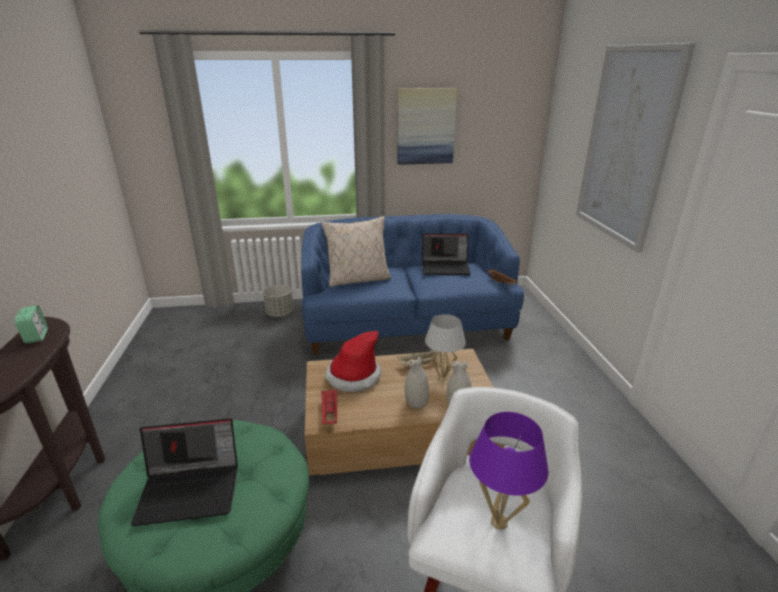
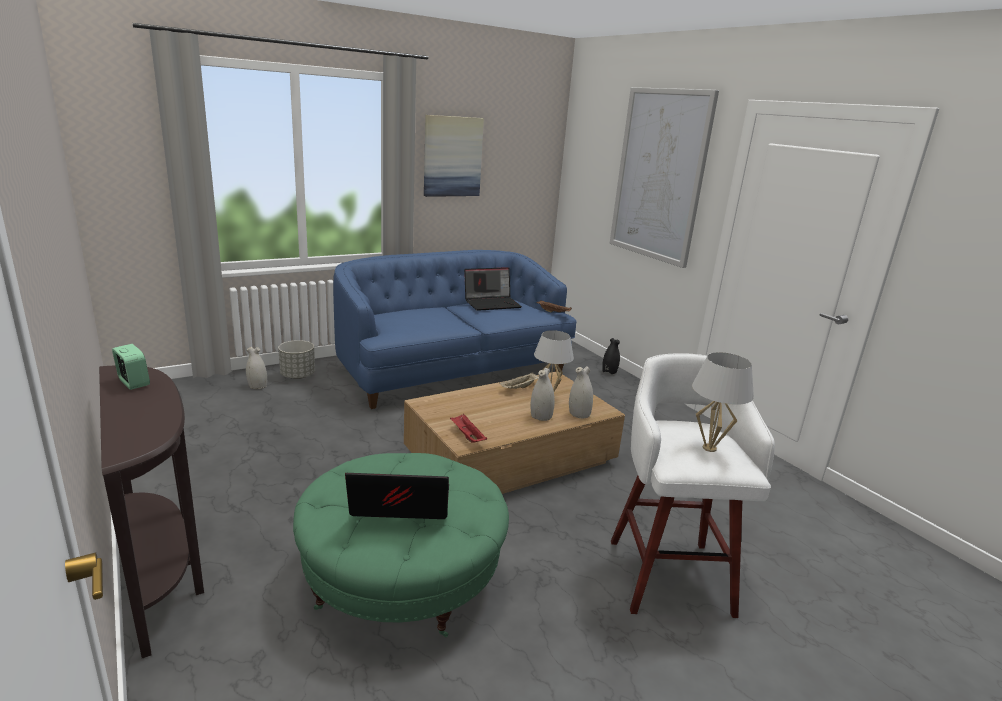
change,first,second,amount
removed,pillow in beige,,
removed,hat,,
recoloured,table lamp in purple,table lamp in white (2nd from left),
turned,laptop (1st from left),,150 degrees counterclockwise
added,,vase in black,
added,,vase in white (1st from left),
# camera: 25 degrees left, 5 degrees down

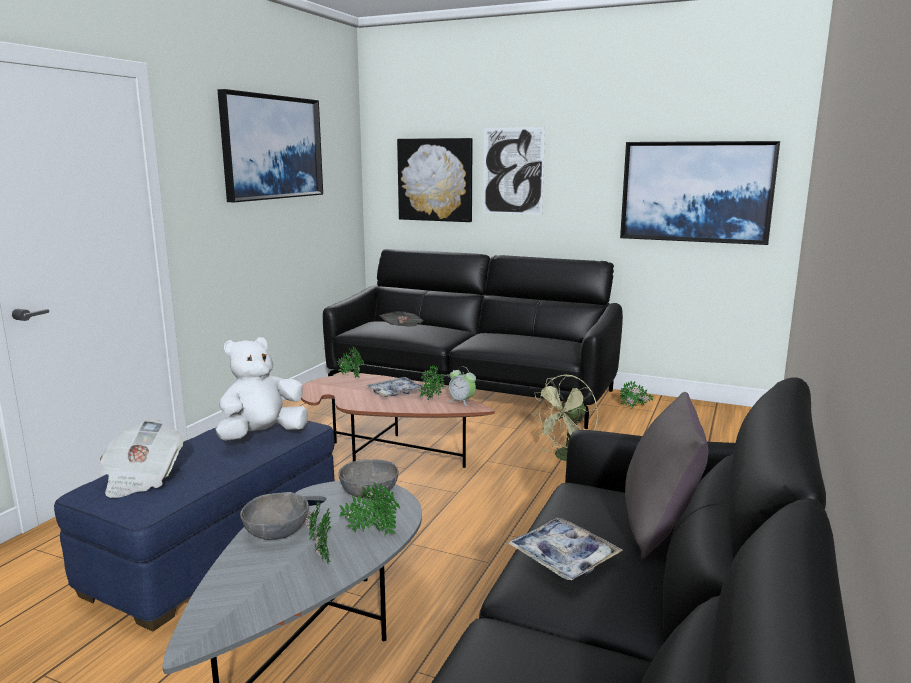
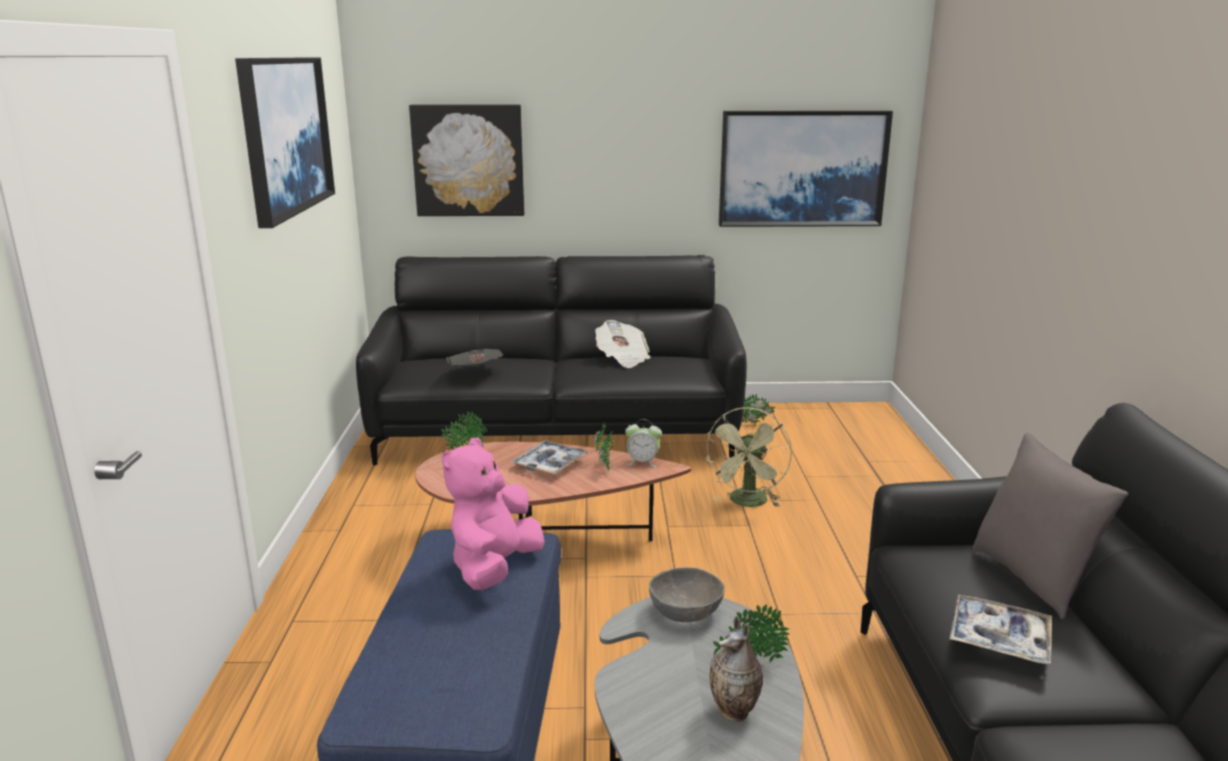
change,first,second,amount
removed,picture (3rd from left),,
recoloured,plush toy in white,plush toy in pink,
moved,newspaper (1st from left in the first image),newspaper (2nd from left),
removed,bowl in grey (1st from left),,
replaced,potted plant (1st from left),vase,
# camera: 25 degrees left, 5 degrees up

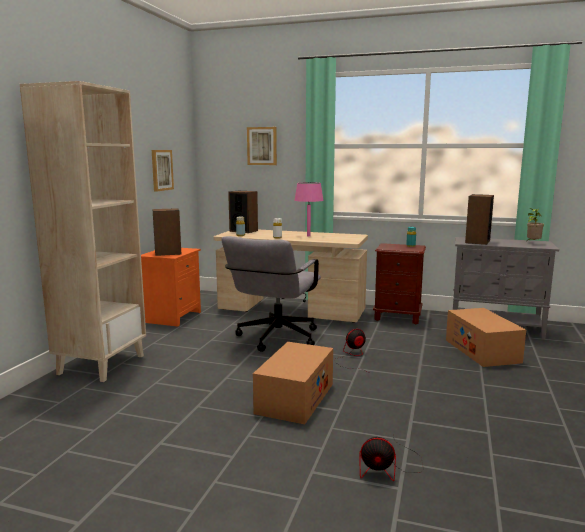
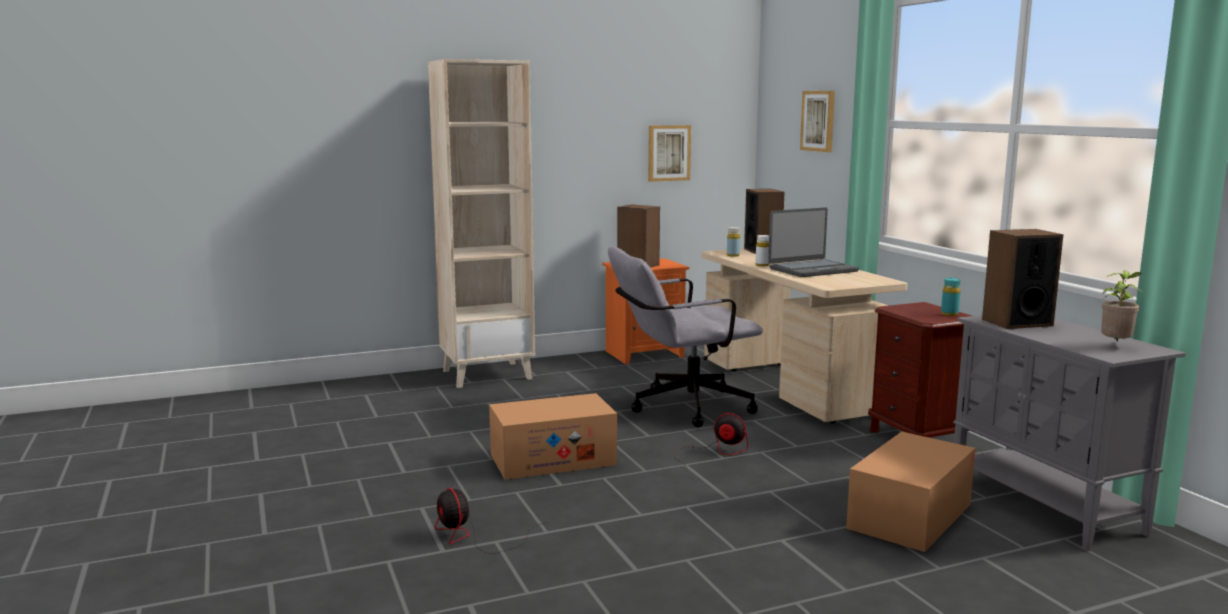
change,first,second,amount
replaced,table lamp in pink,laptop,
# camera: 50 degrees right, 0 degrees up

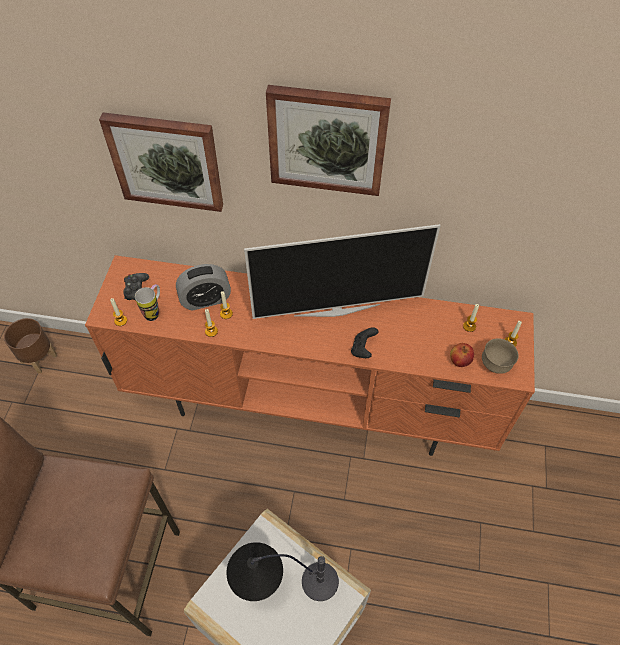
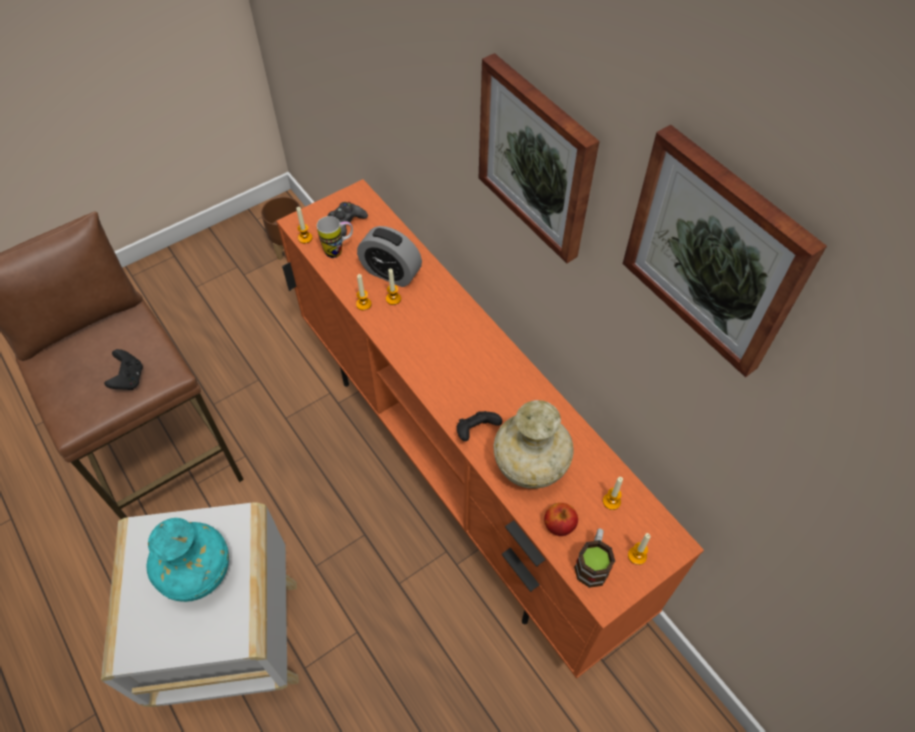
change,first,second,amount
moved,picture (1st from left in the first image),picture (2nd from left),
removed,television,,
replaced,bowl in brown,mug (2nd from left),
replaced,table lamp,vase in turquoise,
added,,game controller in black (1st from left),
added,,vase in beige,
# camera: 45 degrees right, 0 degrees up

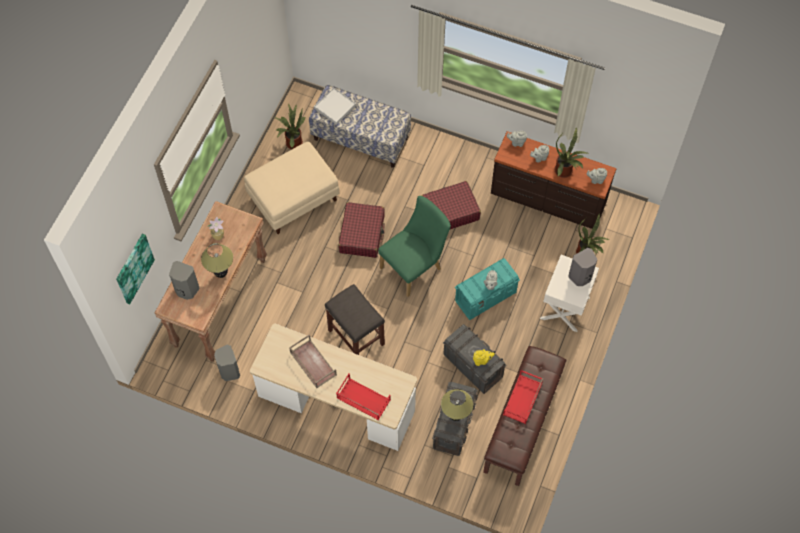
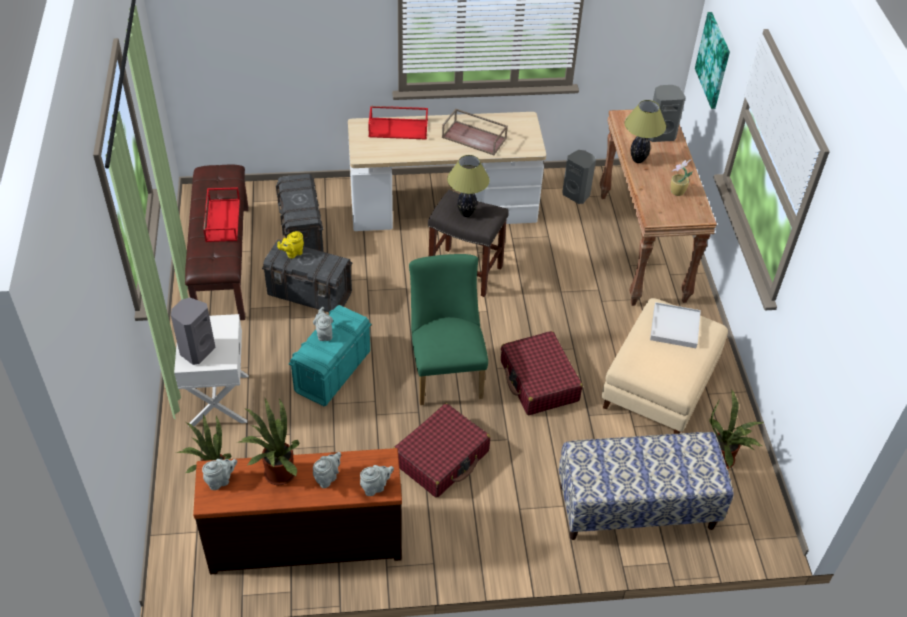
change,first,second,amount
moved,tray in white,,
turned,chair in green,,150 degrees clockwise
moved,table lamp (2nd from left in the first image),table lamp (1st from left),
# camera: 150 degrees right, 15 degrees down

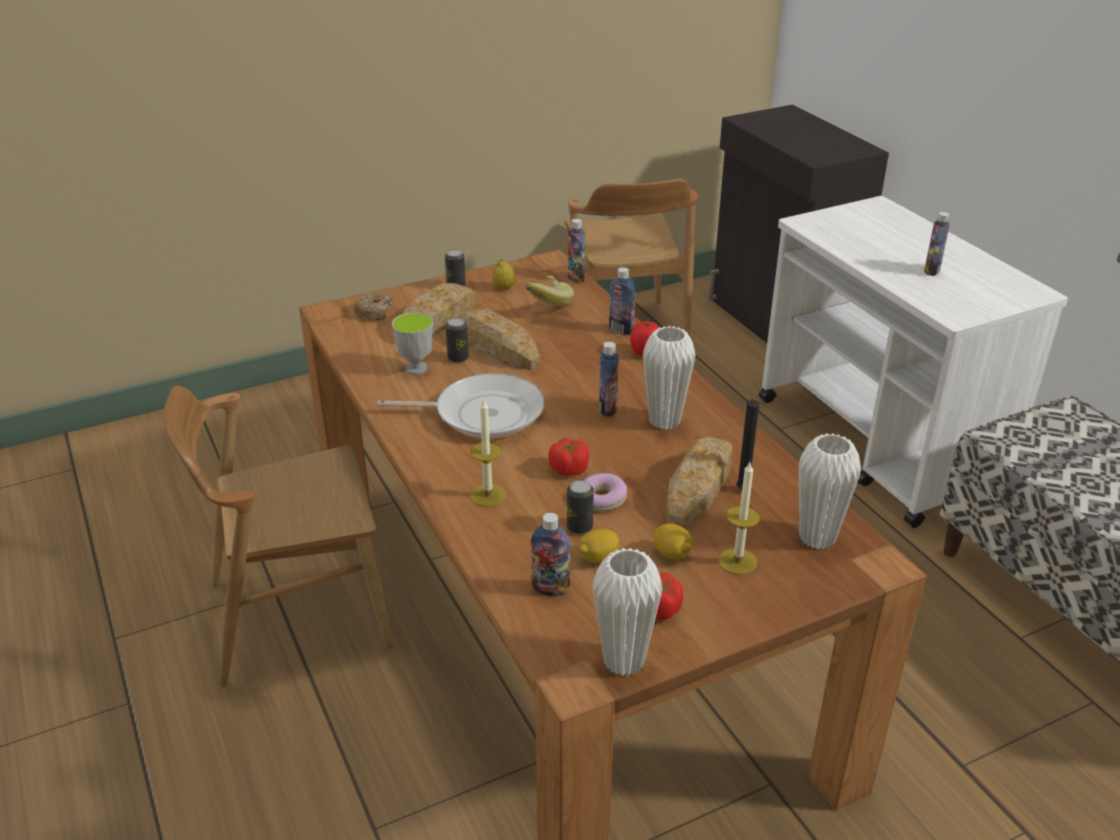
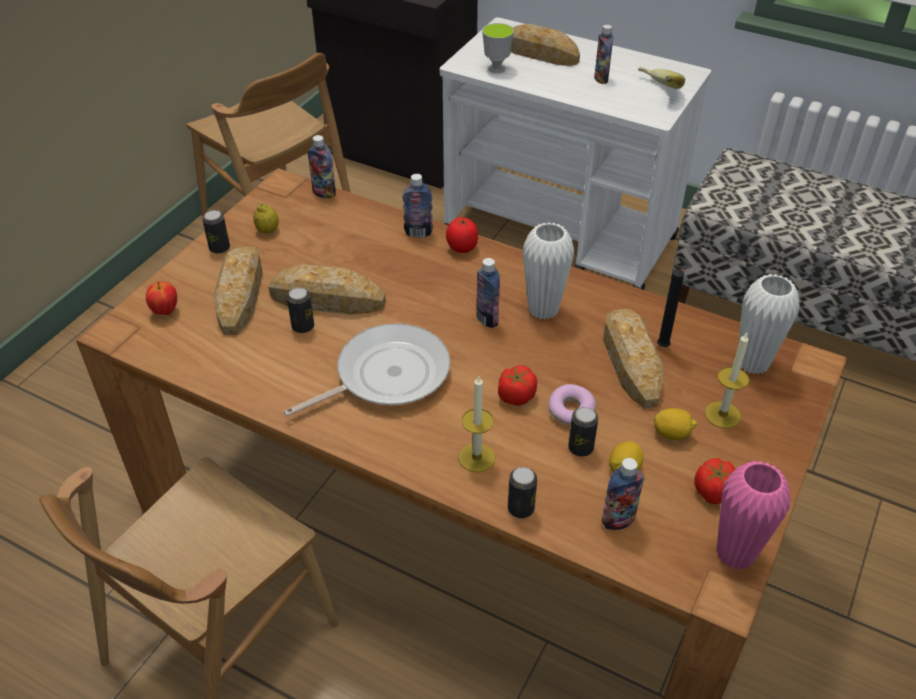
change,first,second,amount
moved,banana,,
replaced,donut (1st from left),apple,
moved,cup,,
recoloured,vase in white (1st from left),vase in pink,
added,,bread (3rd from left),
added,,can (3rd from left),
# camera: 35 degrees left, 10 degrees up

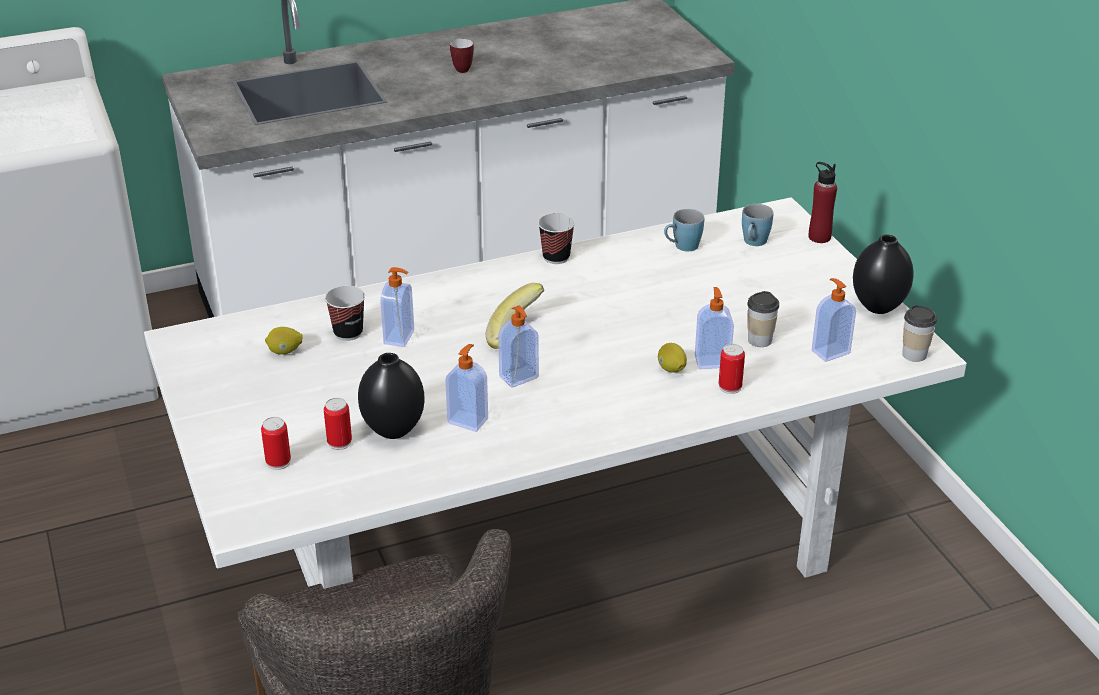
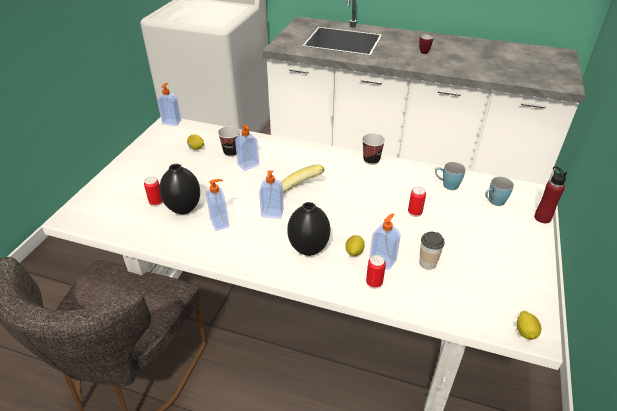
change,first,second,amount
moved,vase in black (2nd from left),,
moved,soap dispenser (5th from left in the first image),soap dispenser (1st from left),
replaced,cup (4th from left),lemon (3rd from left),
moved,can (1st from left in the first image),can (3rd from left),
# camera: 40 degrees right, 5 degrees up

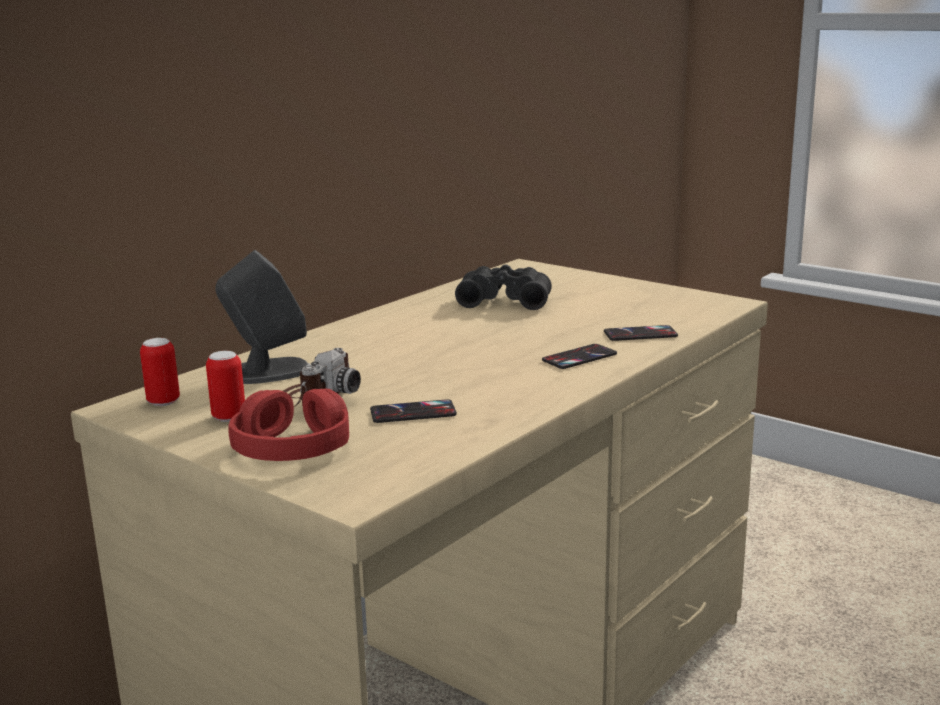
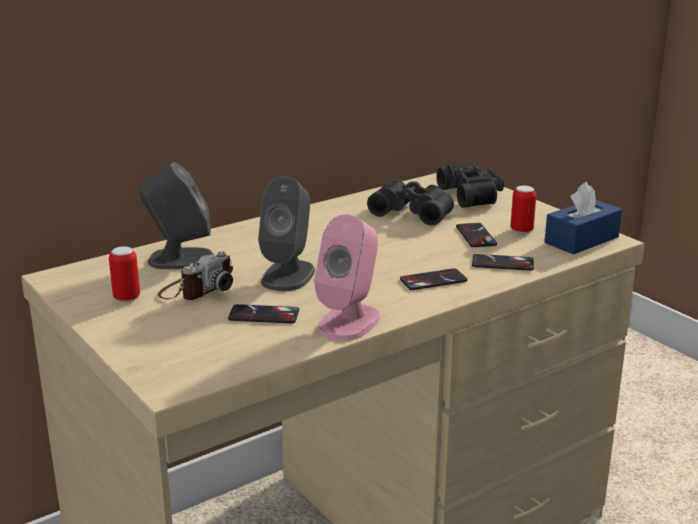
change,first,second,amount
moved,can (1st from left in the first image),can (2nd from left),
removed,headphones in red,,
added,,binoculars in black (2nd from left),
added,,speaker in grey (2nd from left),
added,,tissue box in blue,
added,,speaker in pink,
added,,phone (3rd from left),
# camera: 15 degrees right, 5 degrees up

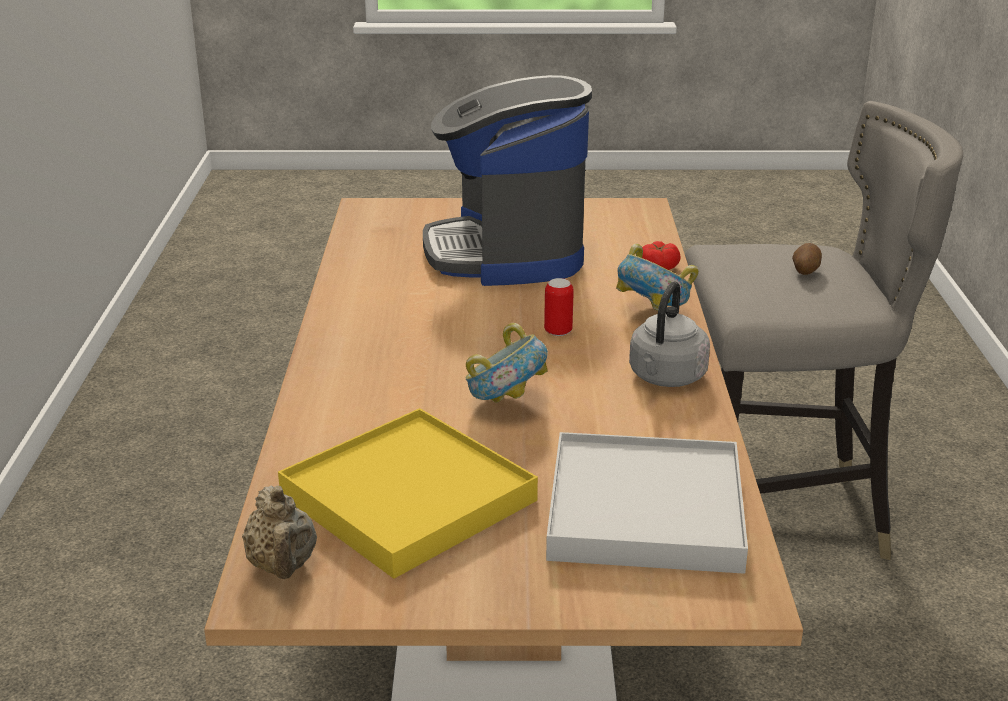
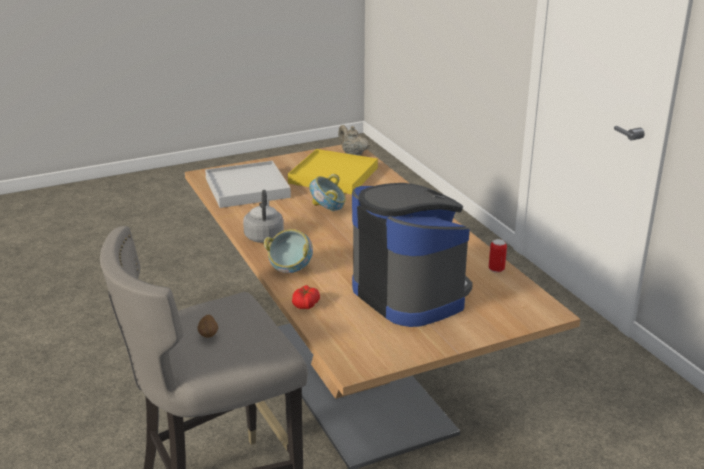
change,first,second,amount
moved,can,,
# camera: 155 degrees right, 0 degrees up

